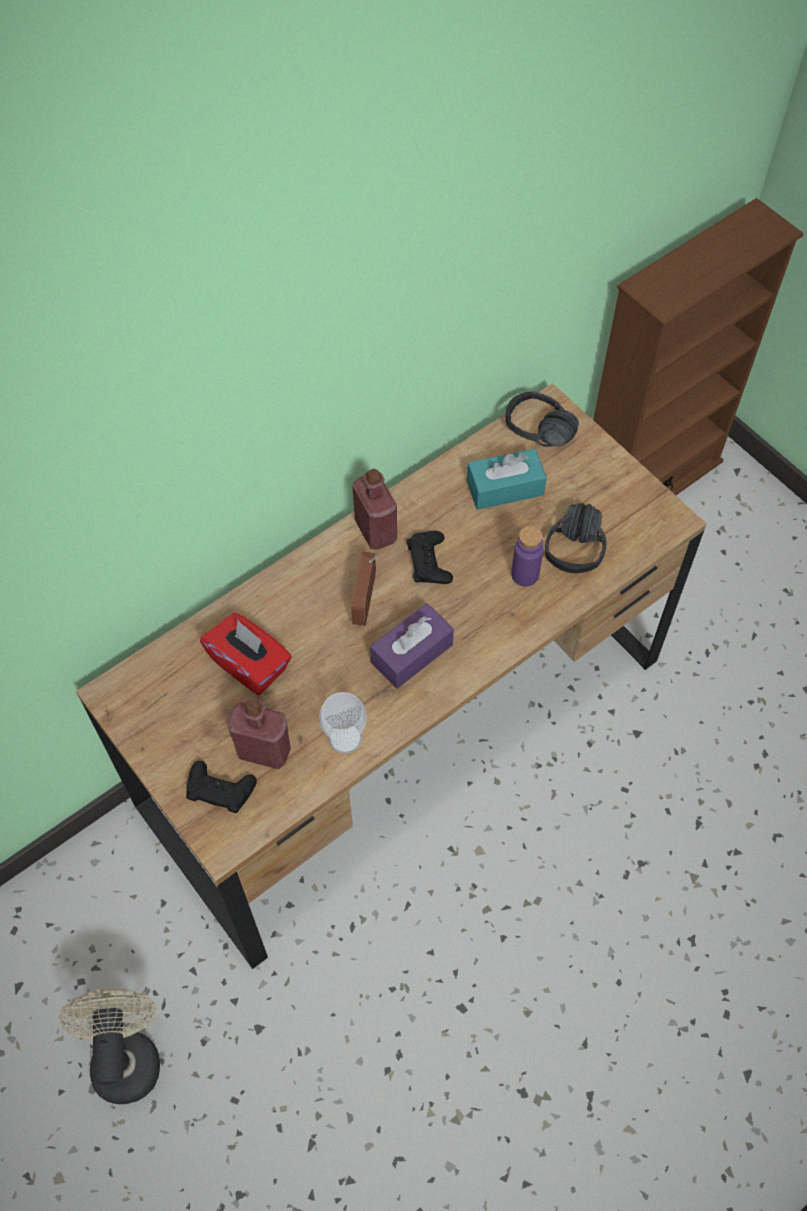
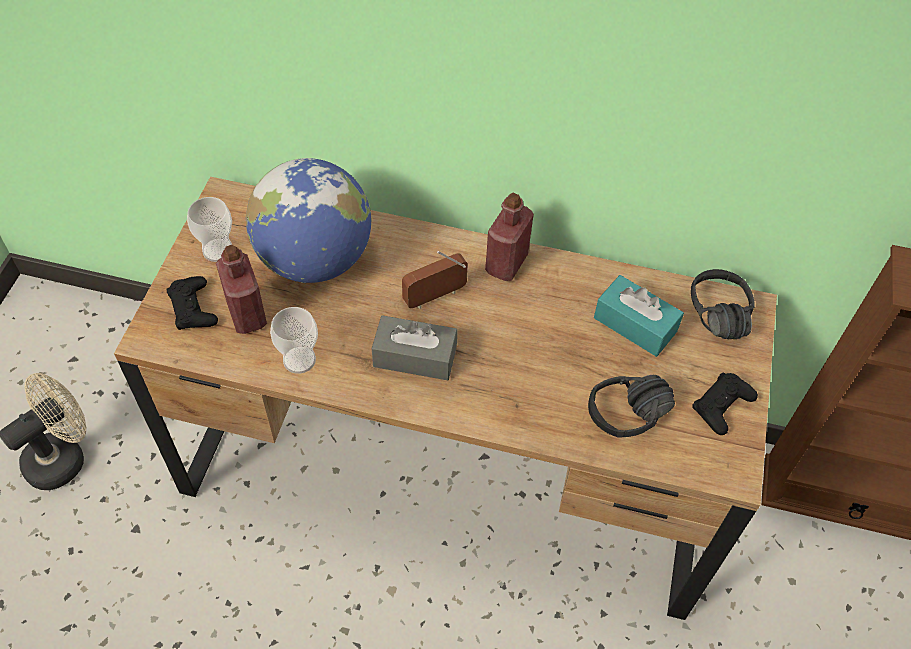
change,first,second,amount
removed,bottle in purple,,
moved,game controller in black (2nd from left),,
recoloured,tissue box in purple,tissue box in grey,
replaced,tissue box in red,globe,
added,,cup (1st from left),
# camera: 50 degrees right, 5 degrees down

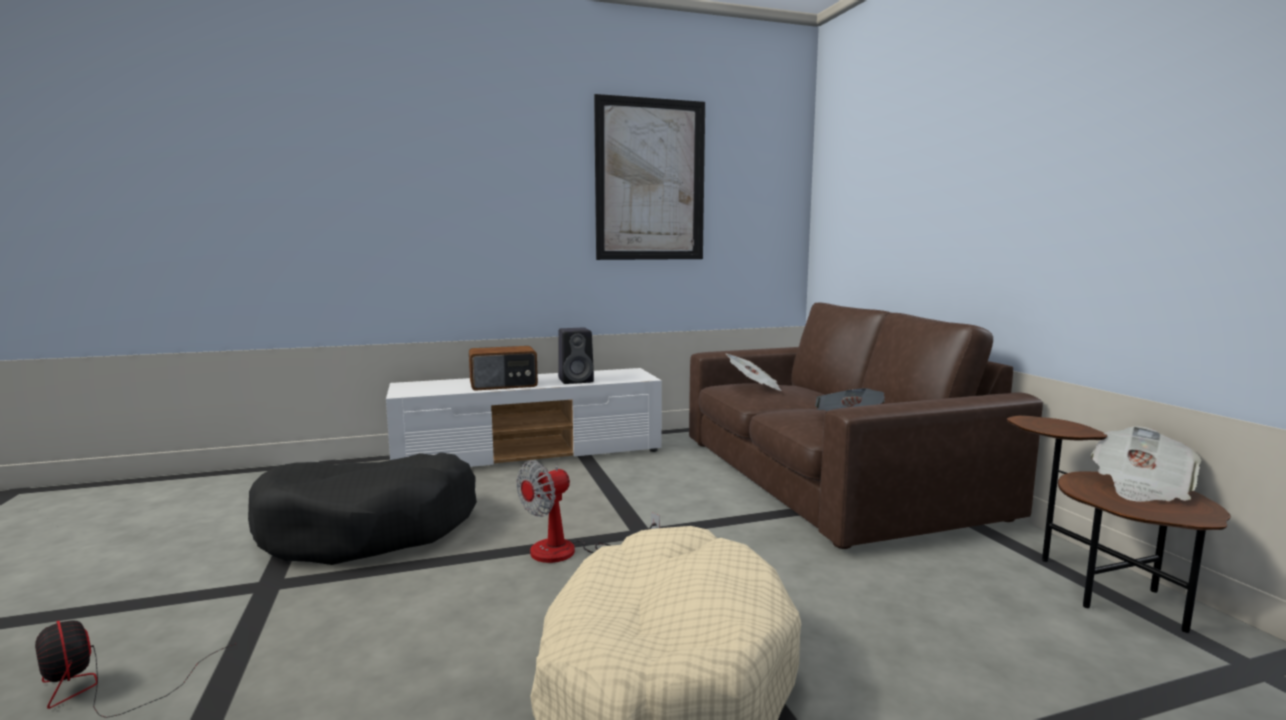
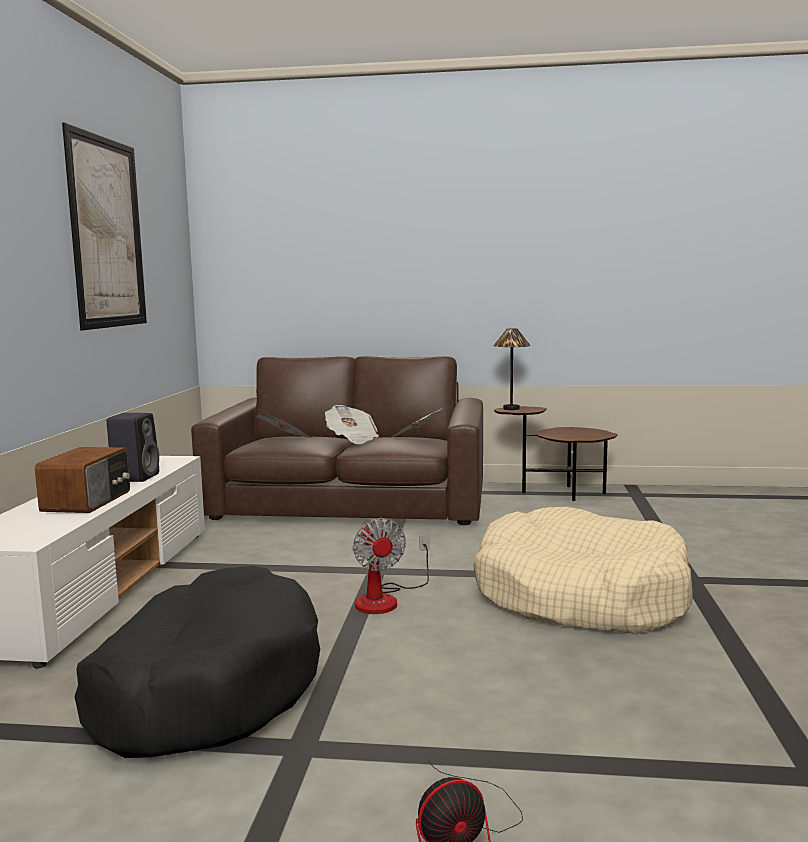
change,first,second,amount
moved,newspaper (3rd from left in the first image),newspaper (2nd from left),
added,,table lamp,
# camera: 65 degrees left, 0 degrees up

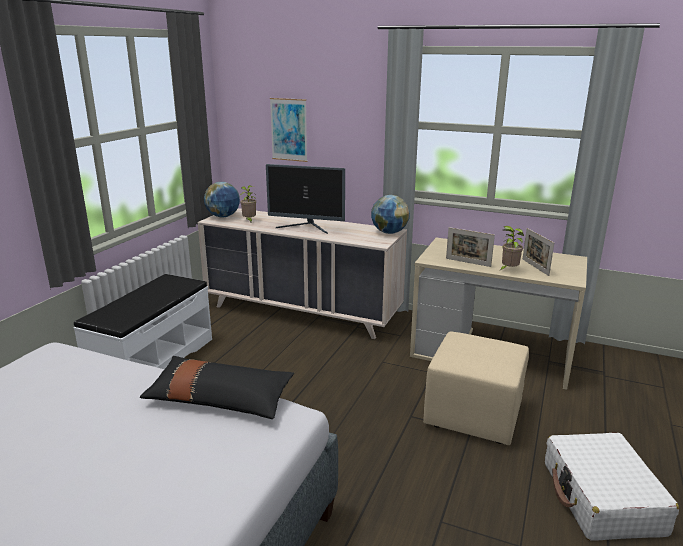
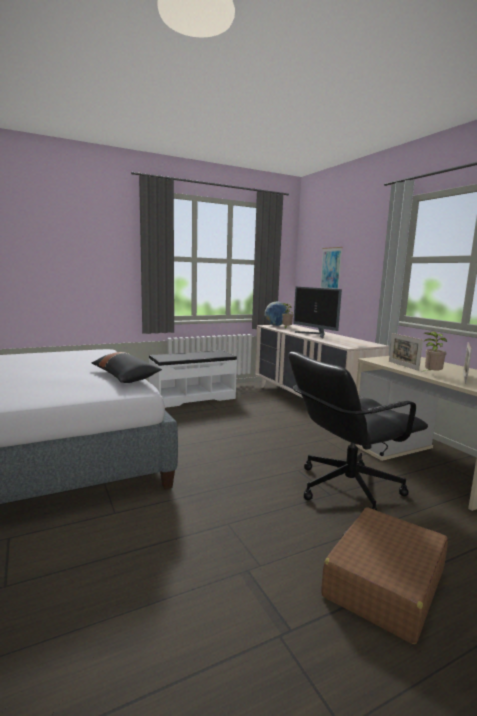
change,first,second,amount
removed,globe (2nd from left),,
replaced,ottoman in beige,office chair in black,
recoloured,suitcase in white,suitcase in brown,
# camera: 40 degrees right, 10 degrees down

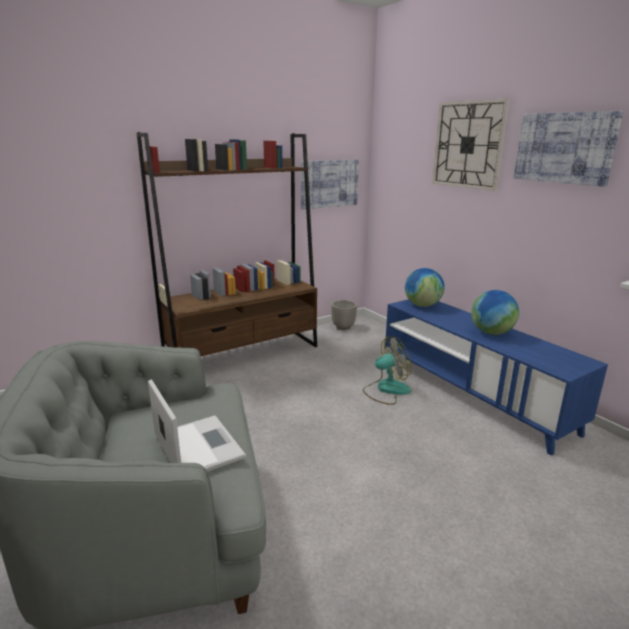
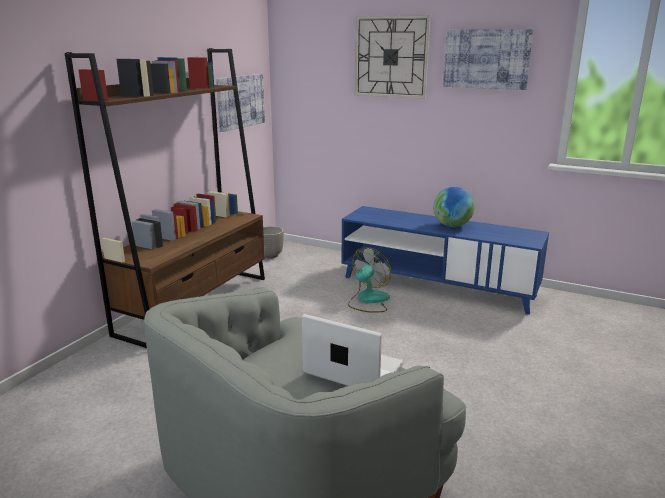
change,first,second,amount
removed,globe (1st from left),,
# camera: 30 degrees left, 0 degrees up

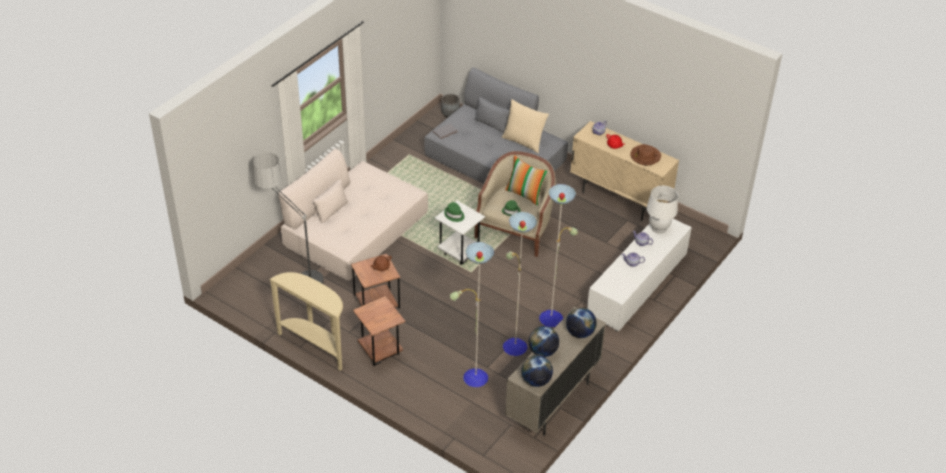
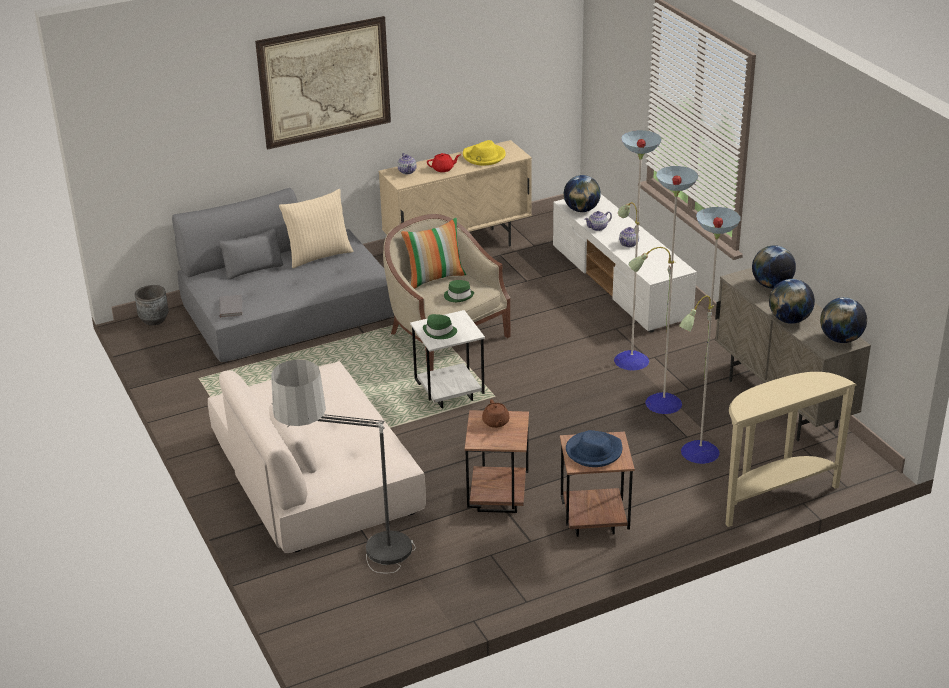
change,first,second,amount
recoloured,hat in brown,hat in yellow,
replaced,table lamp in white,globe (1st from left),
moved,console table in beige,,
added,,picture,
added,,hat in blue,
# camera: 60 degrees left, 10 degrees down

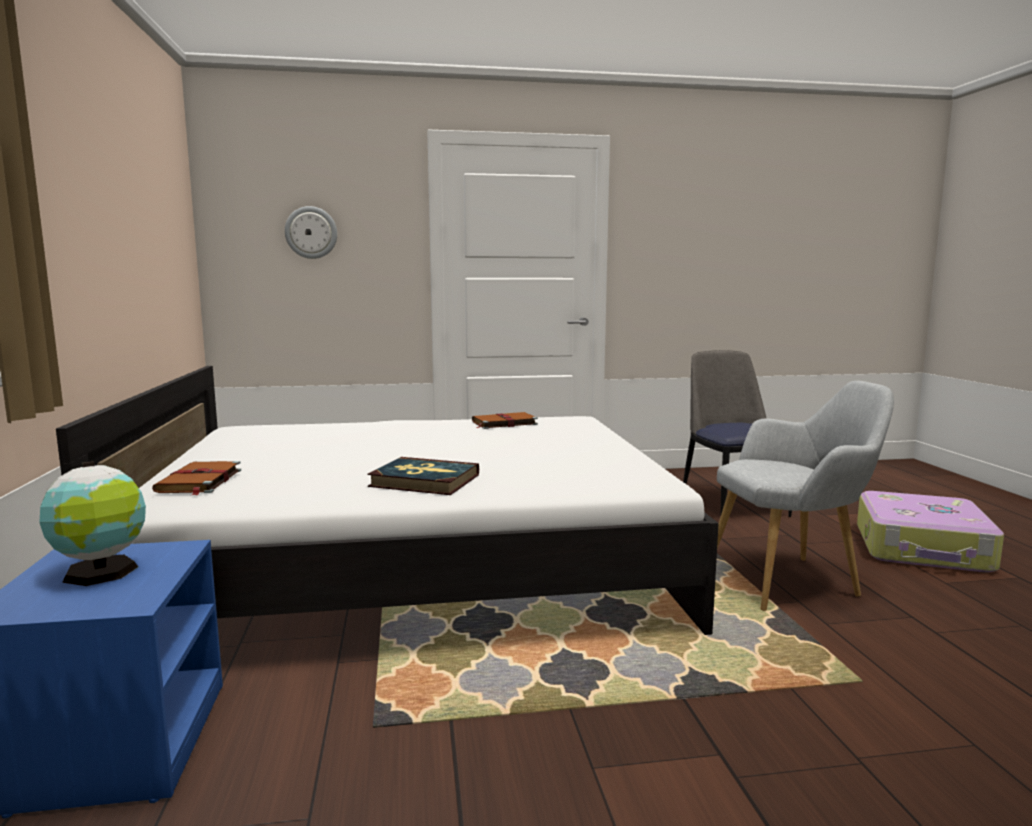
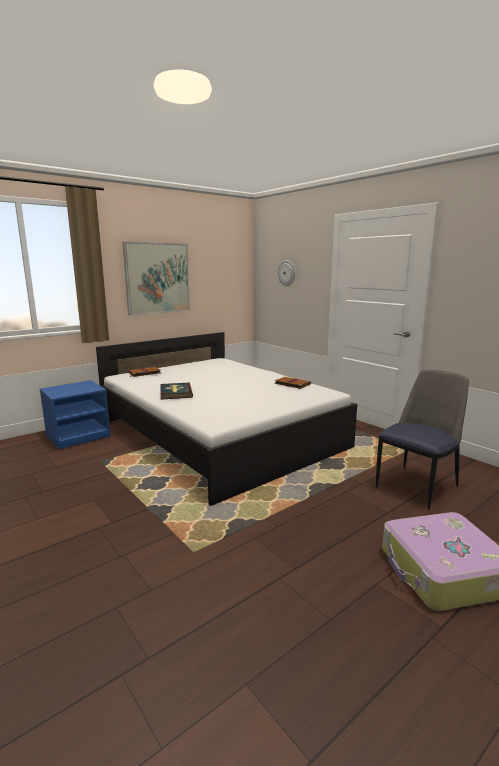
change,first,second,amount
removed,armchair in grey,,
removed,globe,,
added,,picture,
# camera: 60 degrees right, 5 degrees up

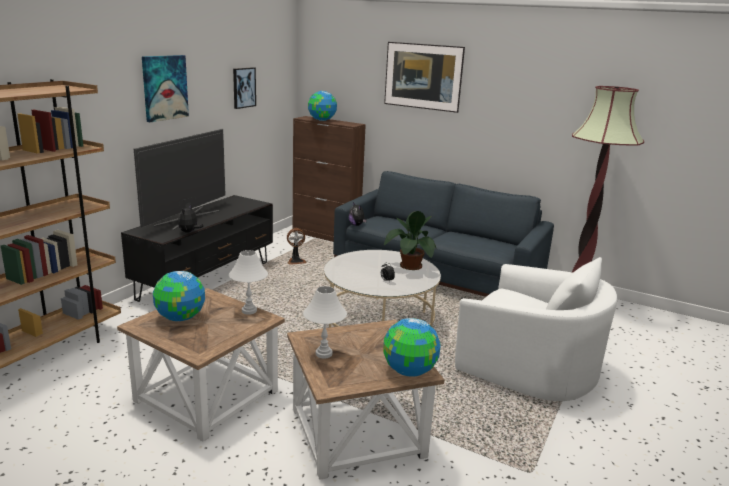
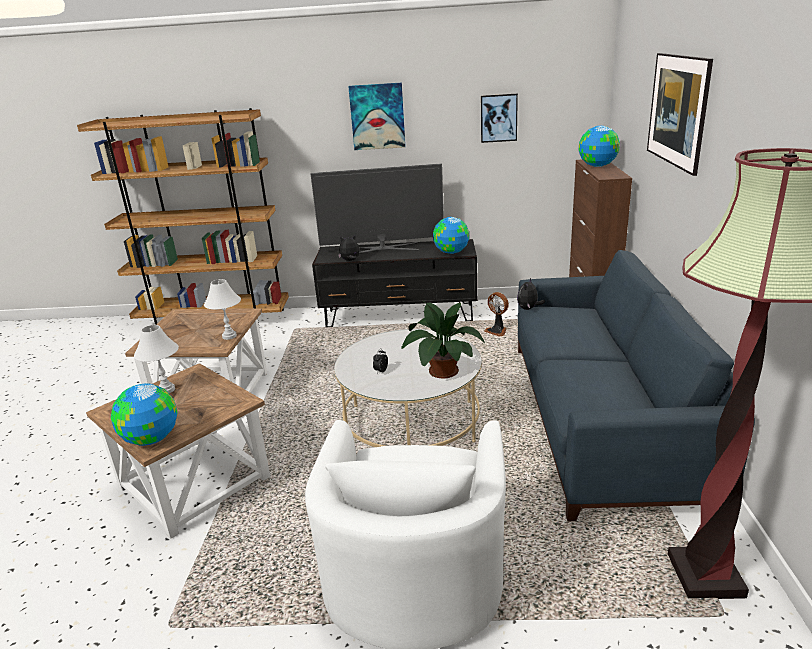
change,first,second,amount
moved,globe (1st from left in the first image),globe (2nd from left),
# camera: 65 degrees right, 5 degrees up

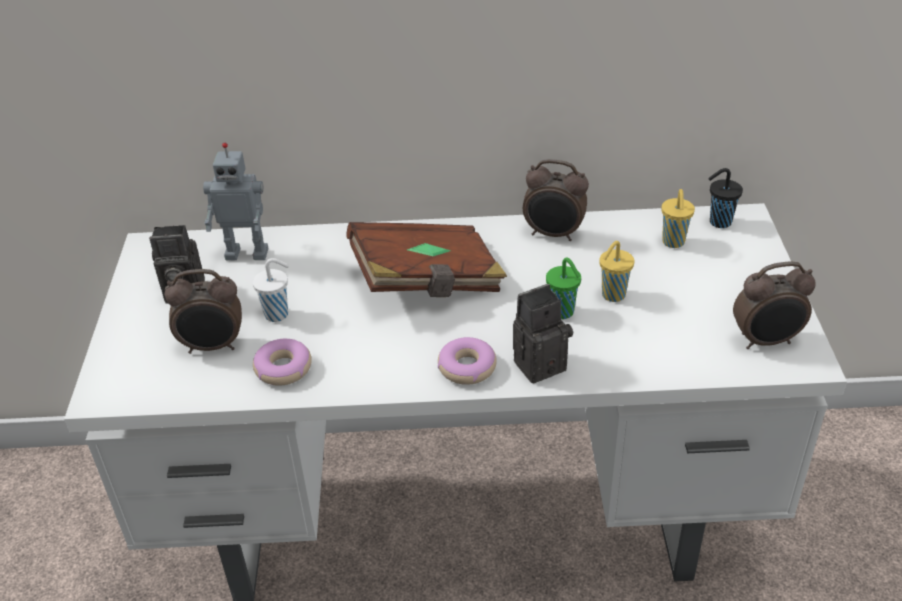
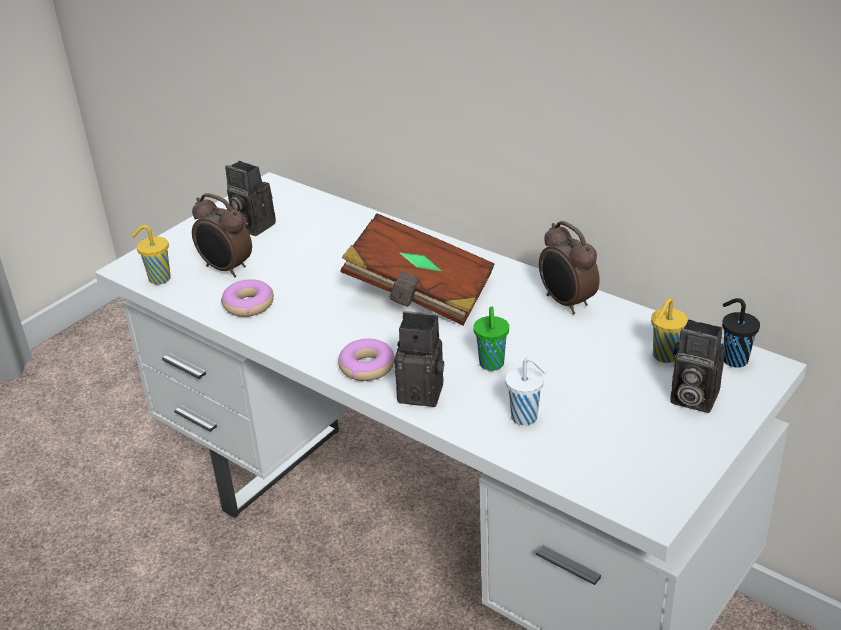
change,first,second,amount
removed,toy robot,,
moved,cup in yellow (1st from left),,
moved,cup in white,,
removed,alarm clock (3rd from left),,
added,,photo camera (3rd from left),
# camera: 40 degrees right, 5 degrees down

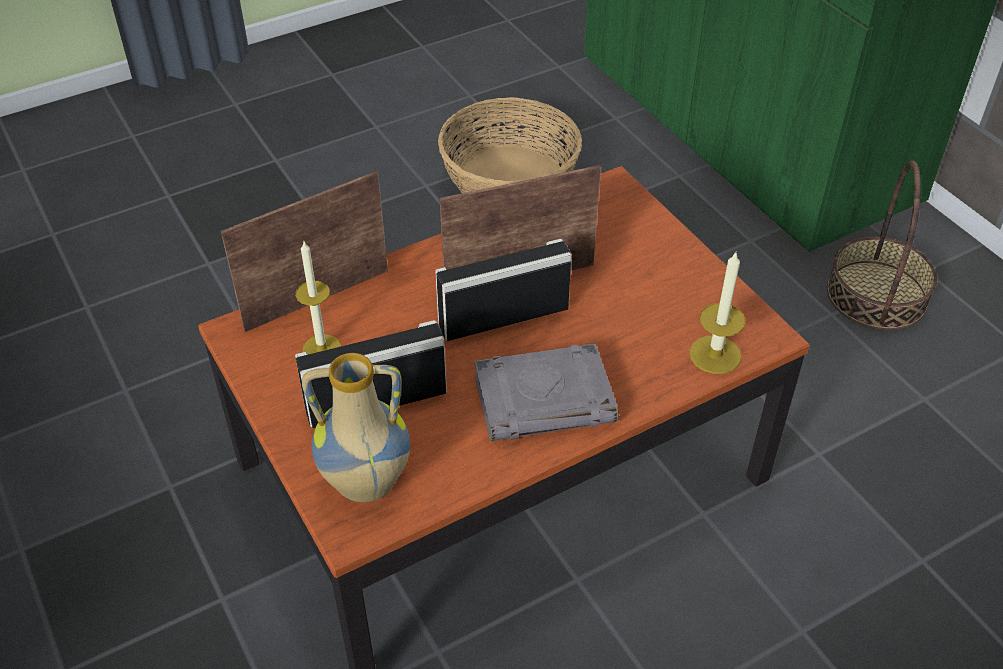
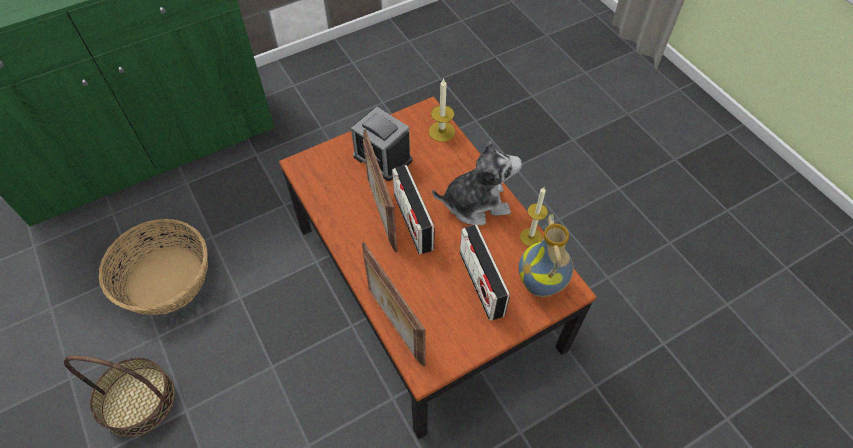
change,first,second,amount
moved,basket (2nd from left in the first image),basket (1st from left),
moved,candle (1st from left in the first image),candle (2nd from left),
replaced,book in grey,plush toy,
added,,alarm clock,
# camera: 90 degrees left, 10 degrees up

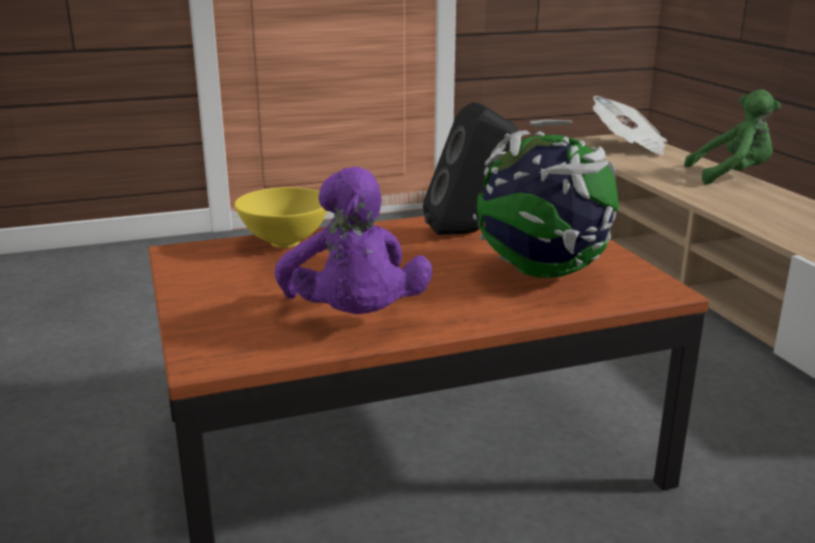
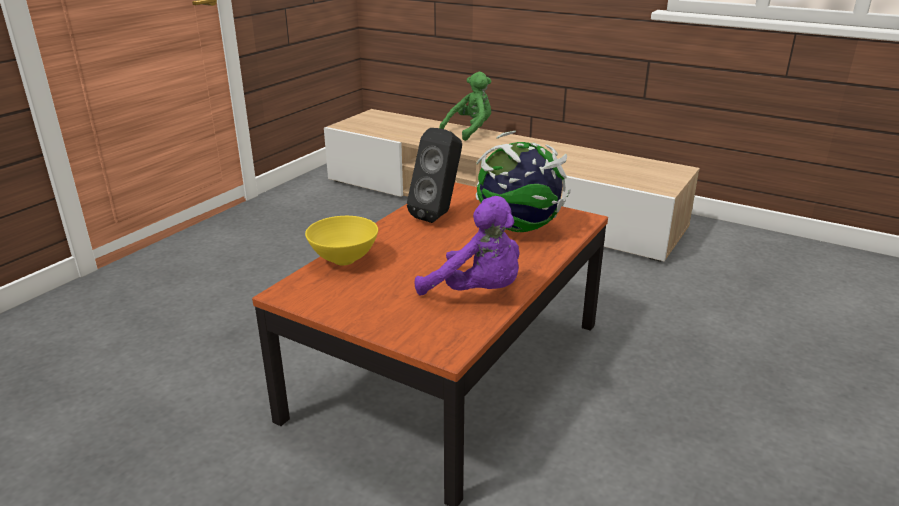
change,first,second,amount
removed,newspaper,,
# camera: 40 degrees left, 5 degrees up

